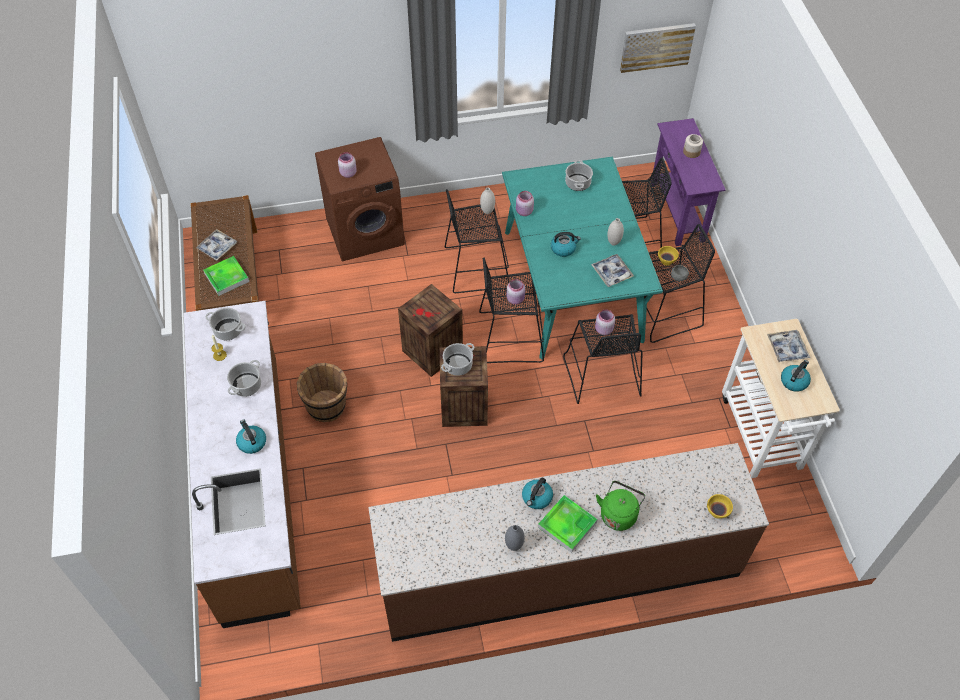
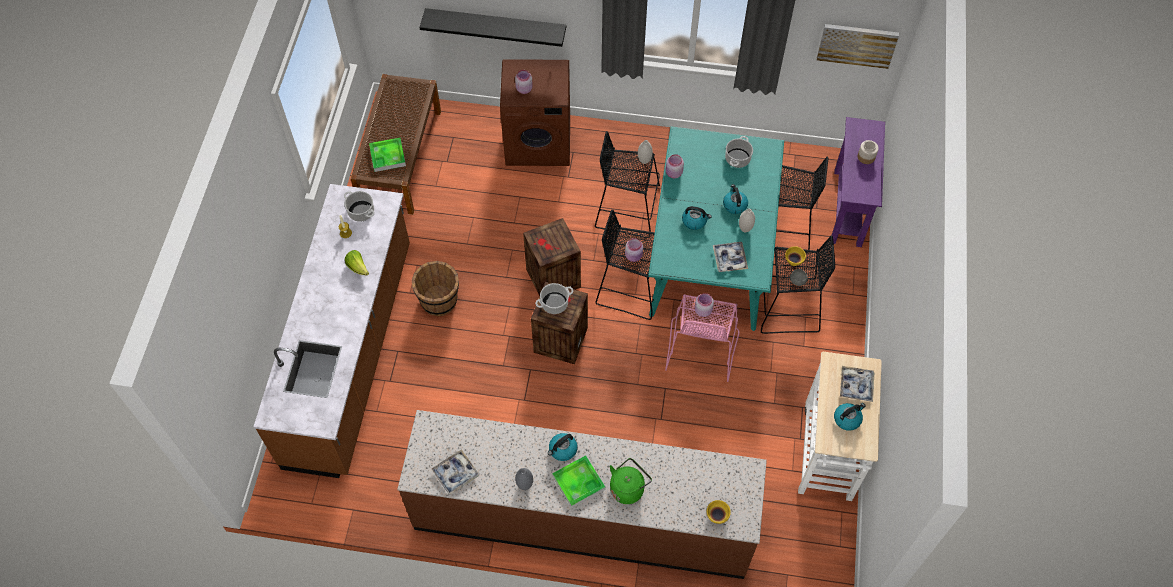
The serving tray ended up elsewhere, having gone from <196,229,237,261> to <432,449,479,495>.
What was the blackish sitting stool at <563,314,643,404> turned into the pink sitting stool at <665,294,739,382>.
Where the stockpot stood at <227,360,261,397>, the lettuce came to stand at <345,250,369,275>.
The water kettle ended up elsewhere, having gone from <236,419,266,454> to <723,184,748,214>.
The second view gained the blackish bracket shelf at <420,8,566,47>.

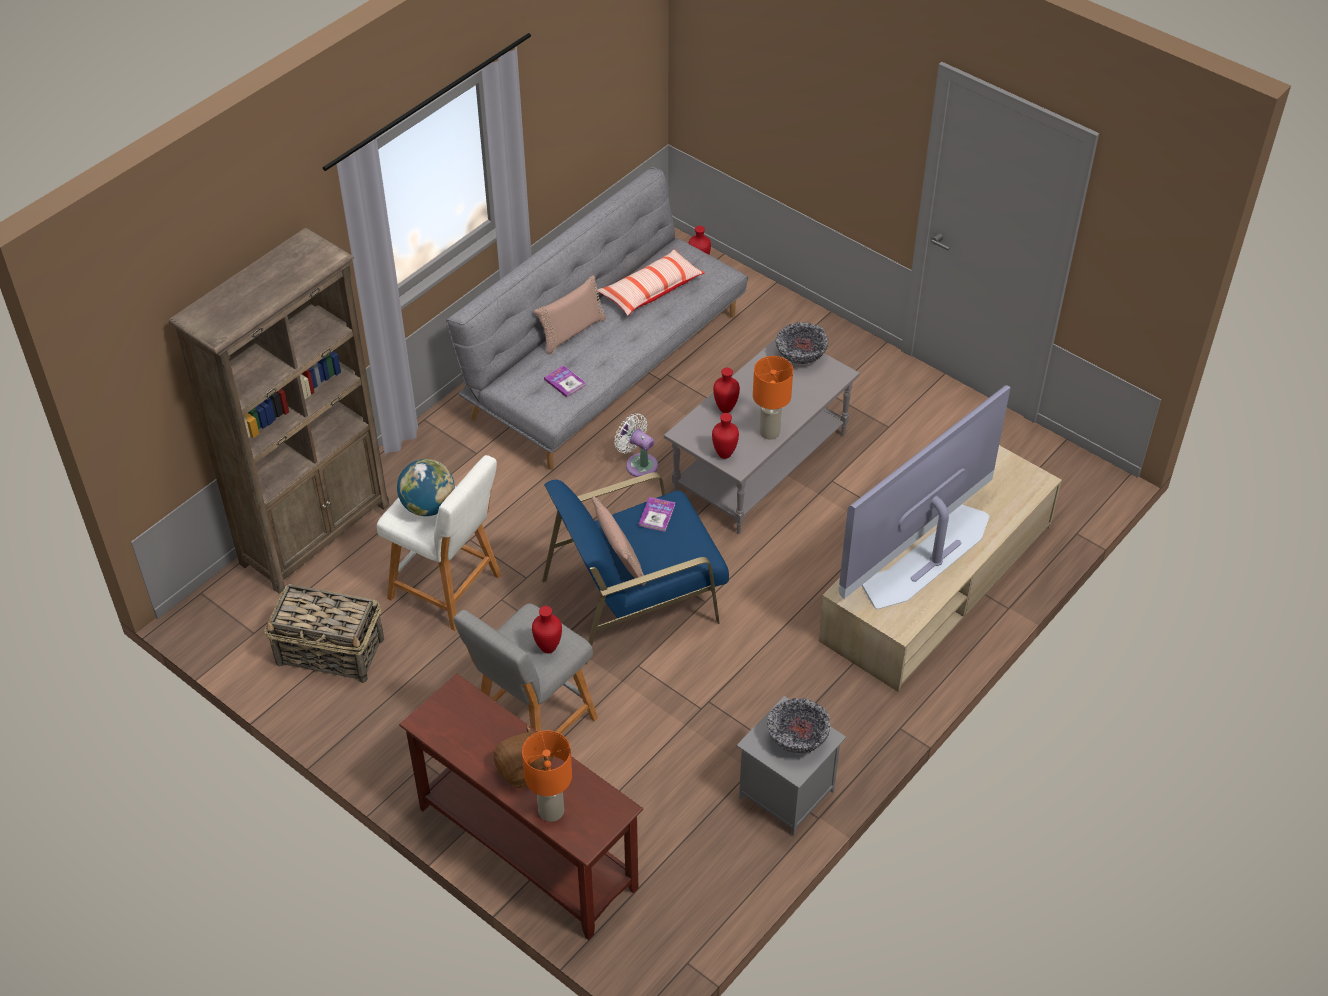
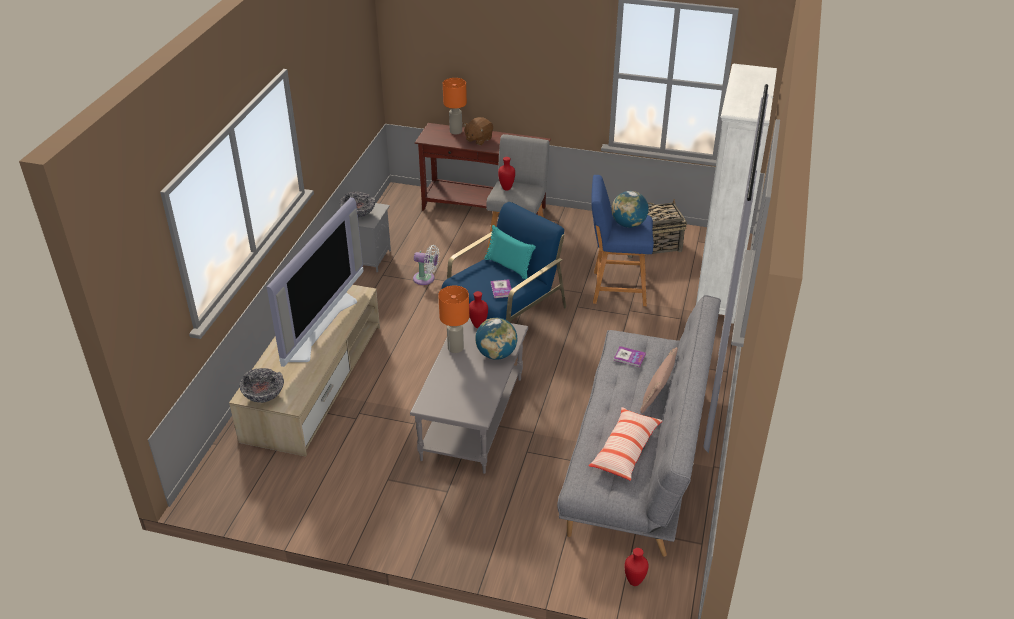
What was the brown bookshelf at <169,228,390,594> turned into the white bookshelf at <696,64,777,324>.
The deep dish ended up elsewhere, having gone from <775,322,828,364> to <239,368,284,403>.
Where the reddish vase stood at <713,368,740,413>, the world globe came to stand at <475,318,517,360>.
The white cooling fan ended up elsewhere, having gone from <614,413,658,477> to <413,245,439,285>.
What was the white sitting stool at <377,455,501,631> turned into the blue-coloured sitting stool at <591,175,654,306>.
What was the beige cushion at <592,496,646,586> turned into the blue-green cushion at <484,225,536,279>.

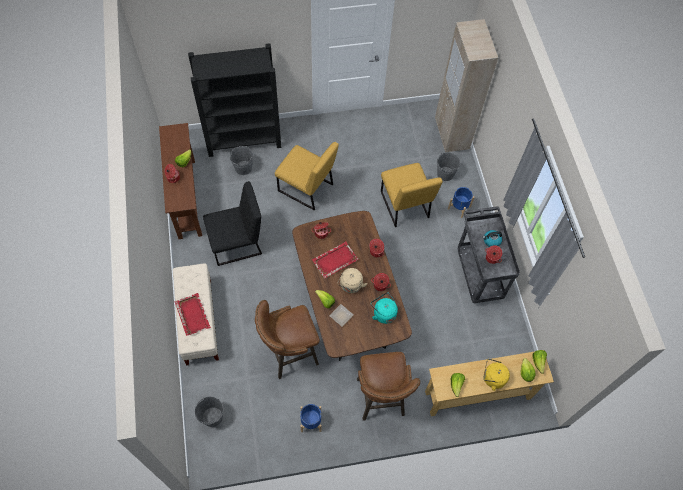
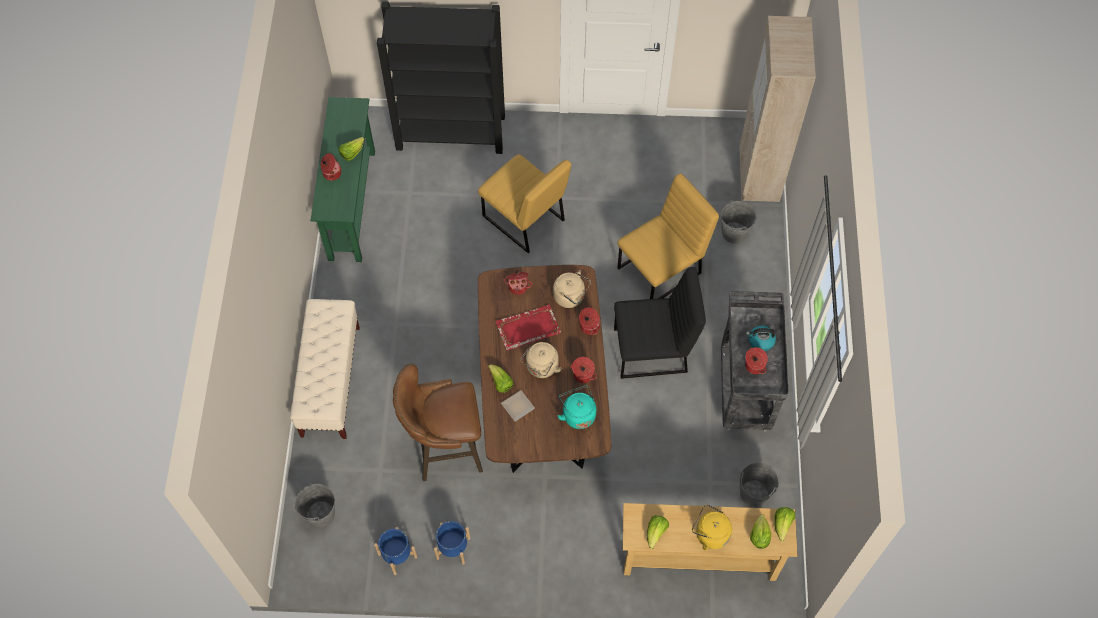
What was the brown hall table at <159,123,202,239> turned into the greenish hall table at <310,97,375,262>.
The grey water bucket ended up elsewhere, having gone from <230,146,253,175> to <739,463,779,507>.
The yellowish upright chair at <381,163,443,227> ended up facing another way, 120 degrees counterclockwise from before.
The blackish upright chair ended up elsewhere, having gone from <203,181,262,266> to <614,267,706,379>.
The blue-coloured plant pot ended up elsewhere, having gone from <448,187,475,218> to <374,527,417,575>.
The second view lost the reddish serving tray at <174,293,211,336>.
The second view lost the brown sitting stool at <357,352,420,421>.
The second view gained the beige water kettle at <553,270,591,308>.

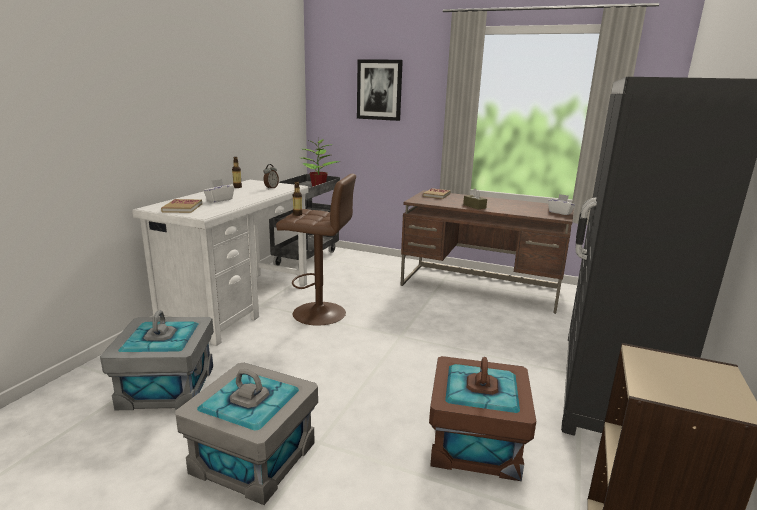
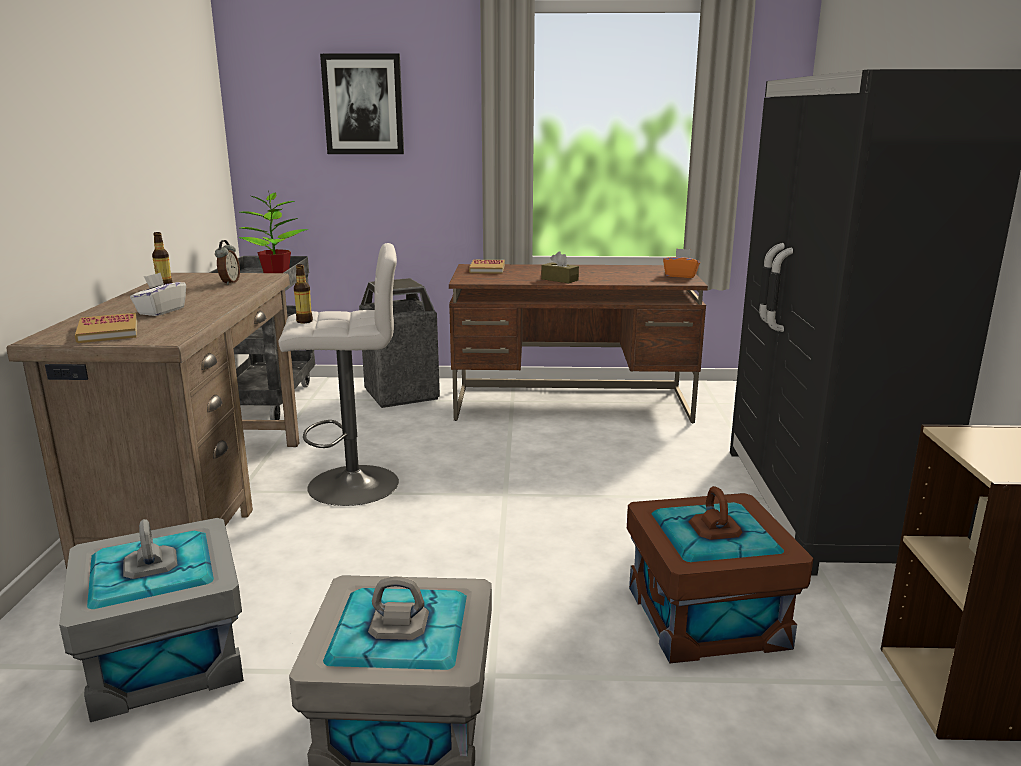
What was the brown sitting stool at <276,174,356,326> turned into the white sitting stool at <278,243,399,506>.
What was the white desk at <132,180,308,346> turned into the brown desk at <7,273,299,569>.
What was the white tissue holder at <548,194,576,215> turned into the orange tissue holder at <663,248,700,278>.
The second view gained the rubbish bin at <359,278,440,408>.

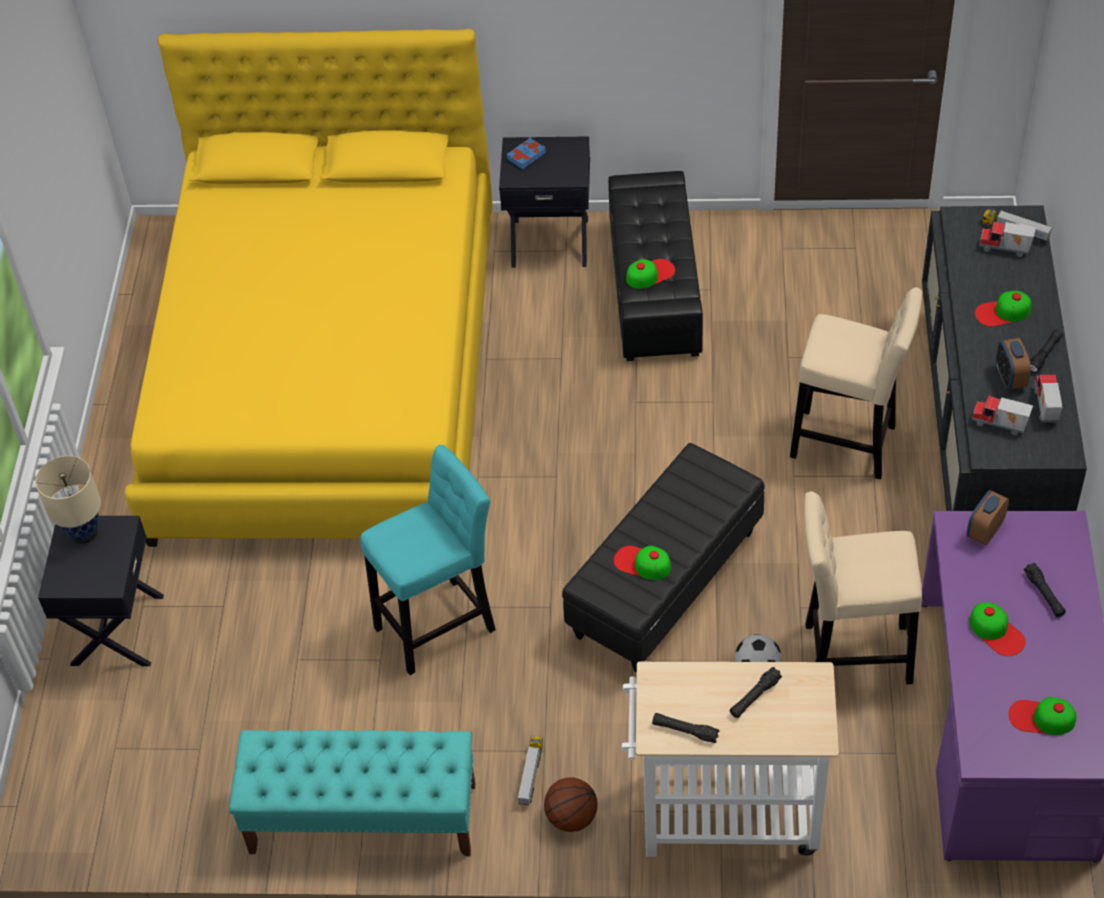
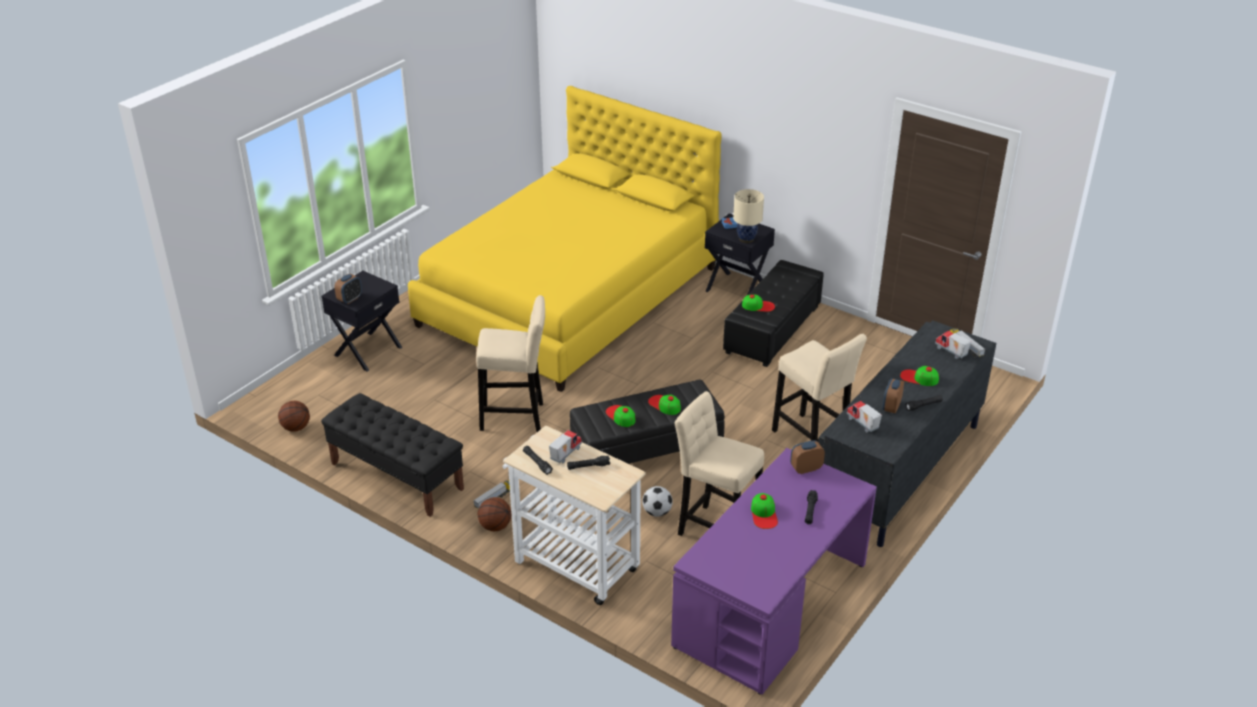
The toy truck ended up elsewhere, having gone from <1033,375,1062,422> to <549,430,582,463>.
What was the blue-green sitting stool at <360,445,496,675> turned into the beige sitting stool at <476,295,545,432>.
The beige table lamp ended up elsewhere, having gone from <35,456,101,544> to <733,189,764,243>.
The baseball cap ended up elsewhere, having gone from <1008,697,1076,735> to <648,395,681,415>.
What was the blue-green bench at <229,730,475,856> turned into the blackish bench at <321,393,464,517>.
The second view gained the table clock at <334,274,362,304>.
The second view gained the ball for basketball at <278,401,310,432>.

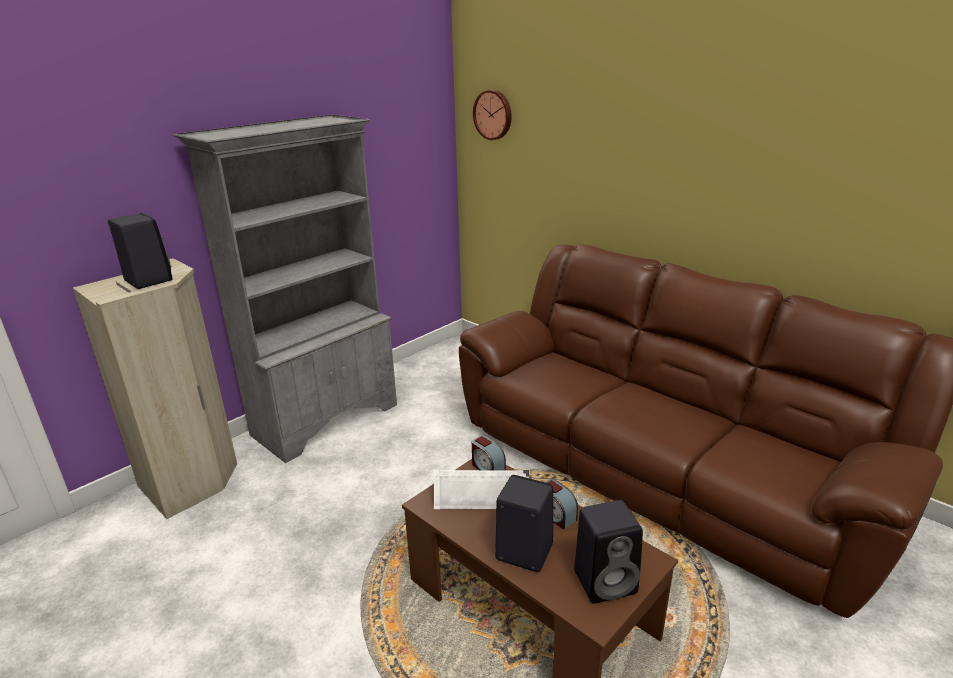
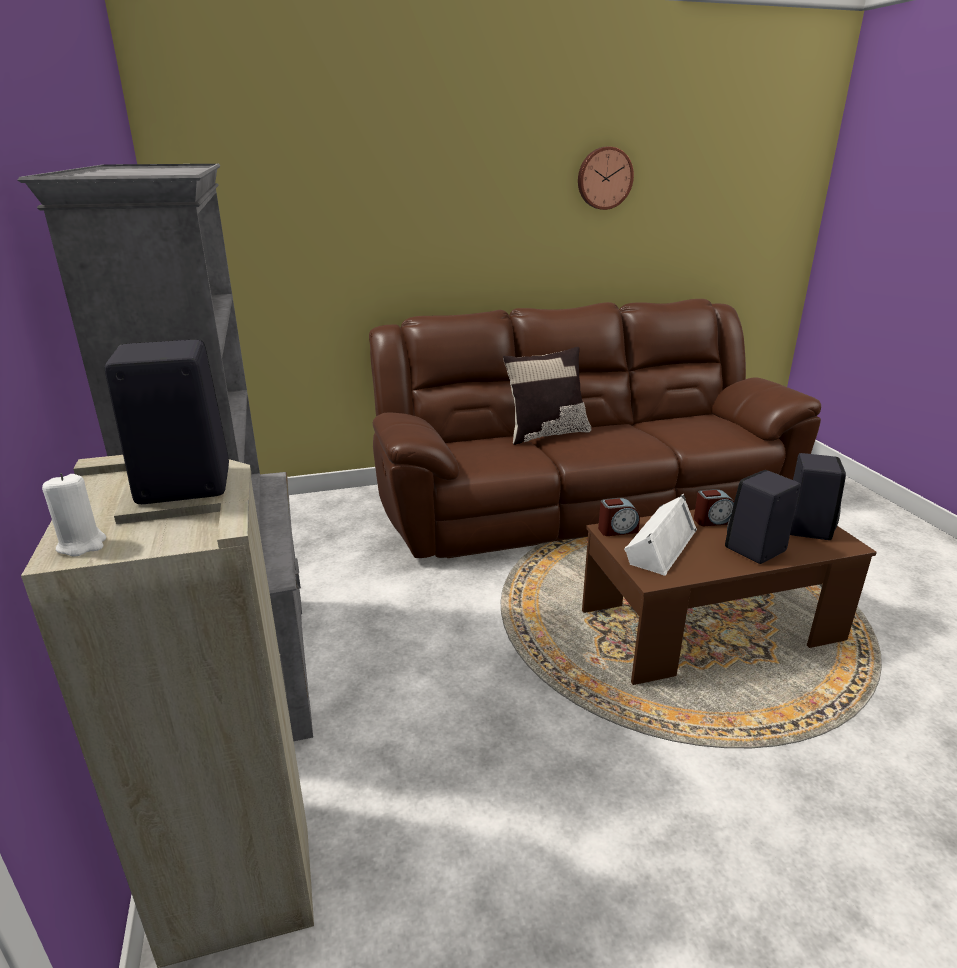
The hanging clock ended up elsewhere, having gone from <473,90,512,140> to <578,147,634,210>.
The second view gained the cushion at <503,347,591,445>.
The second view gained the white candle at <42,473,106,557>.

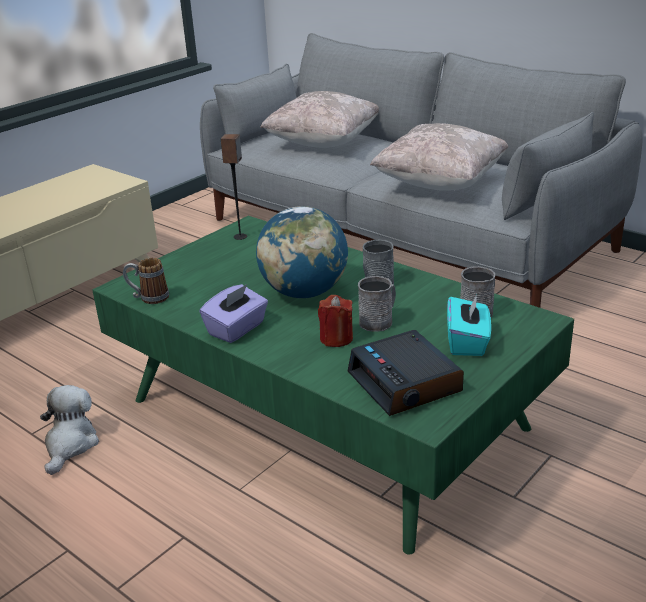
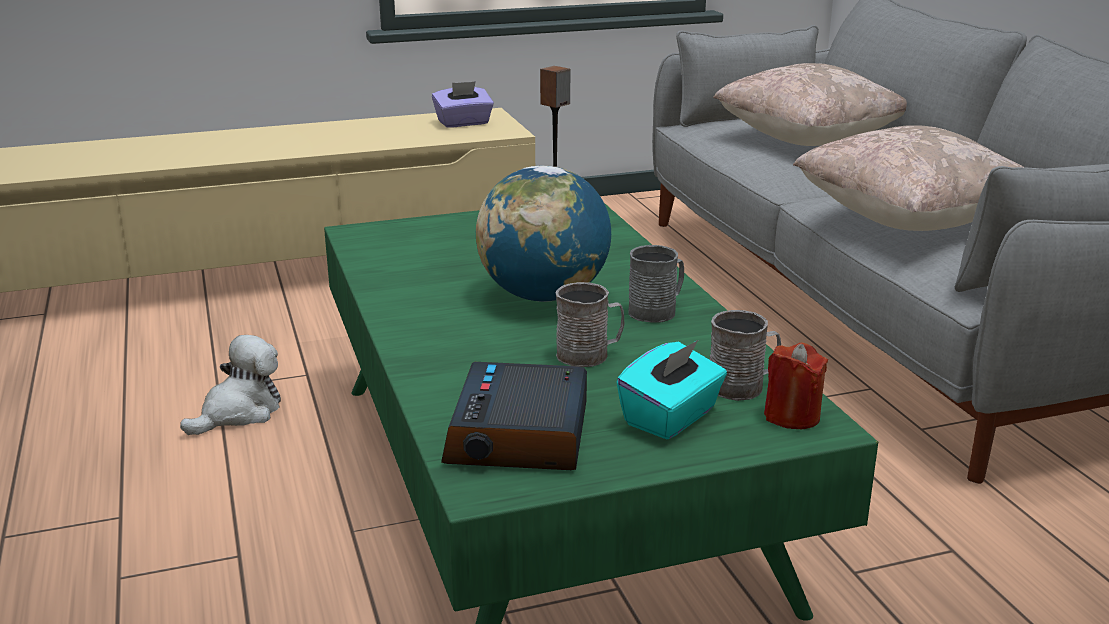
The second view lost the tea mug at <123,258,169,304>.
The purple tissue holder ended up elsewhere, having gone from <199,284,268,343> to <432,81,494,128>.
The reddish candle ended up elsewhere, having gone from <318,295,353,347> to <764,343,828,429>.

